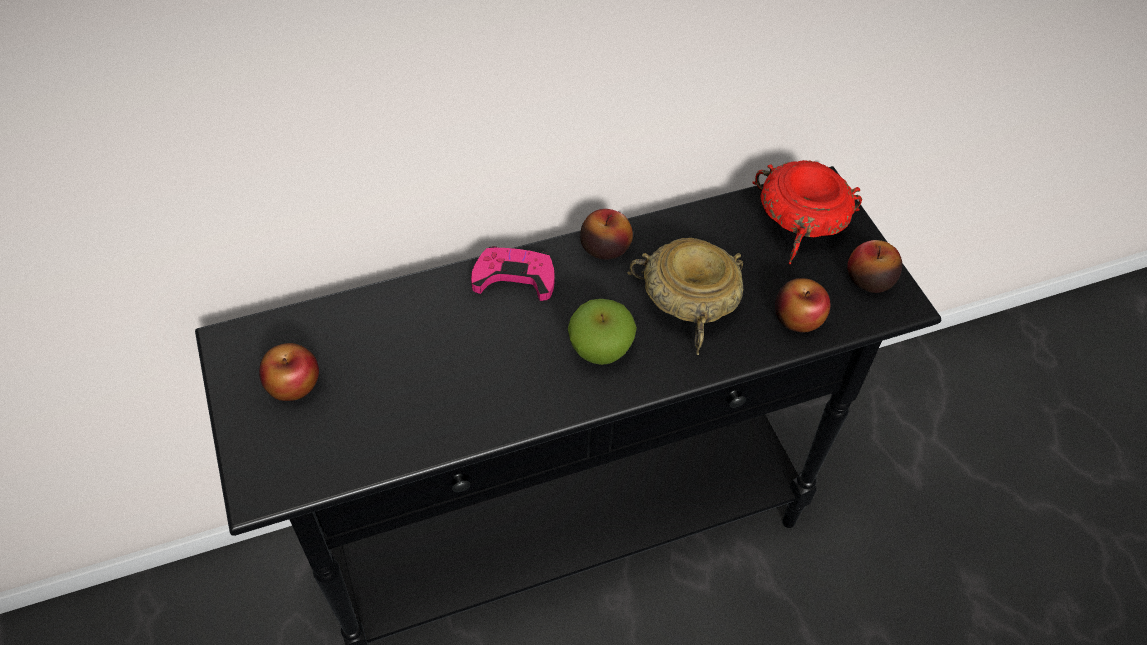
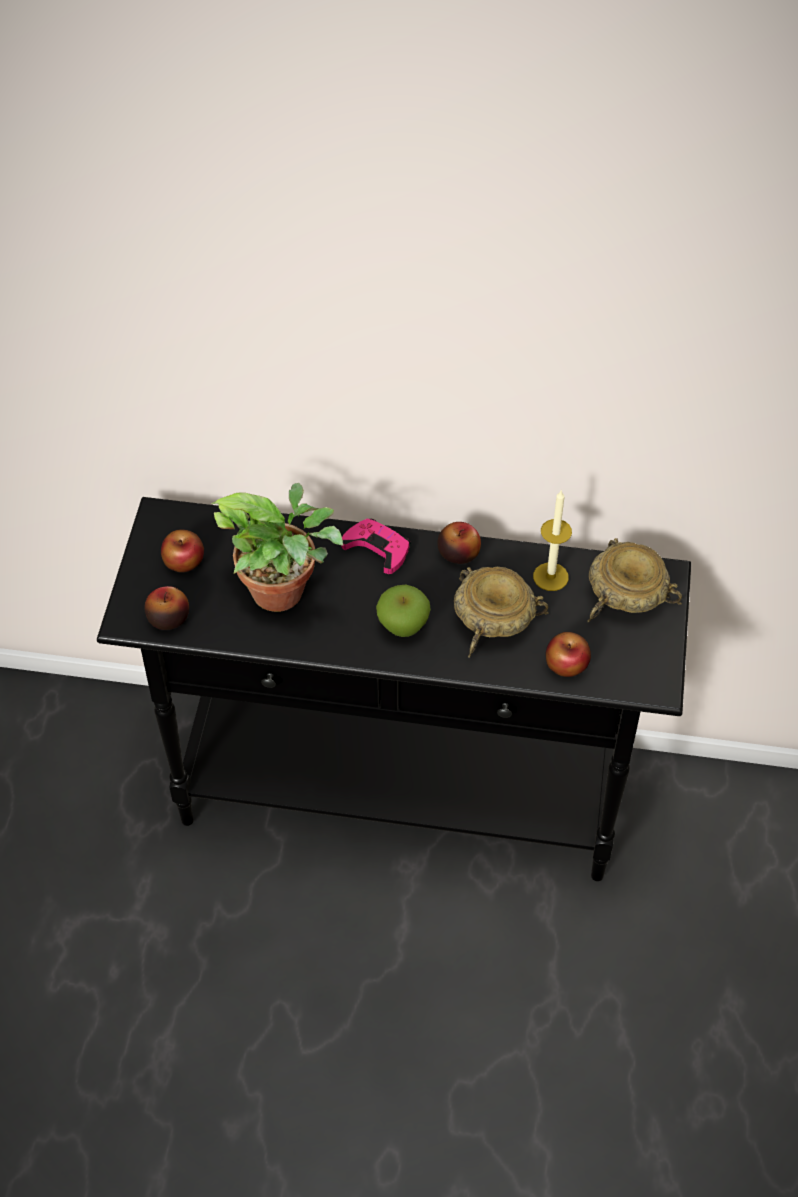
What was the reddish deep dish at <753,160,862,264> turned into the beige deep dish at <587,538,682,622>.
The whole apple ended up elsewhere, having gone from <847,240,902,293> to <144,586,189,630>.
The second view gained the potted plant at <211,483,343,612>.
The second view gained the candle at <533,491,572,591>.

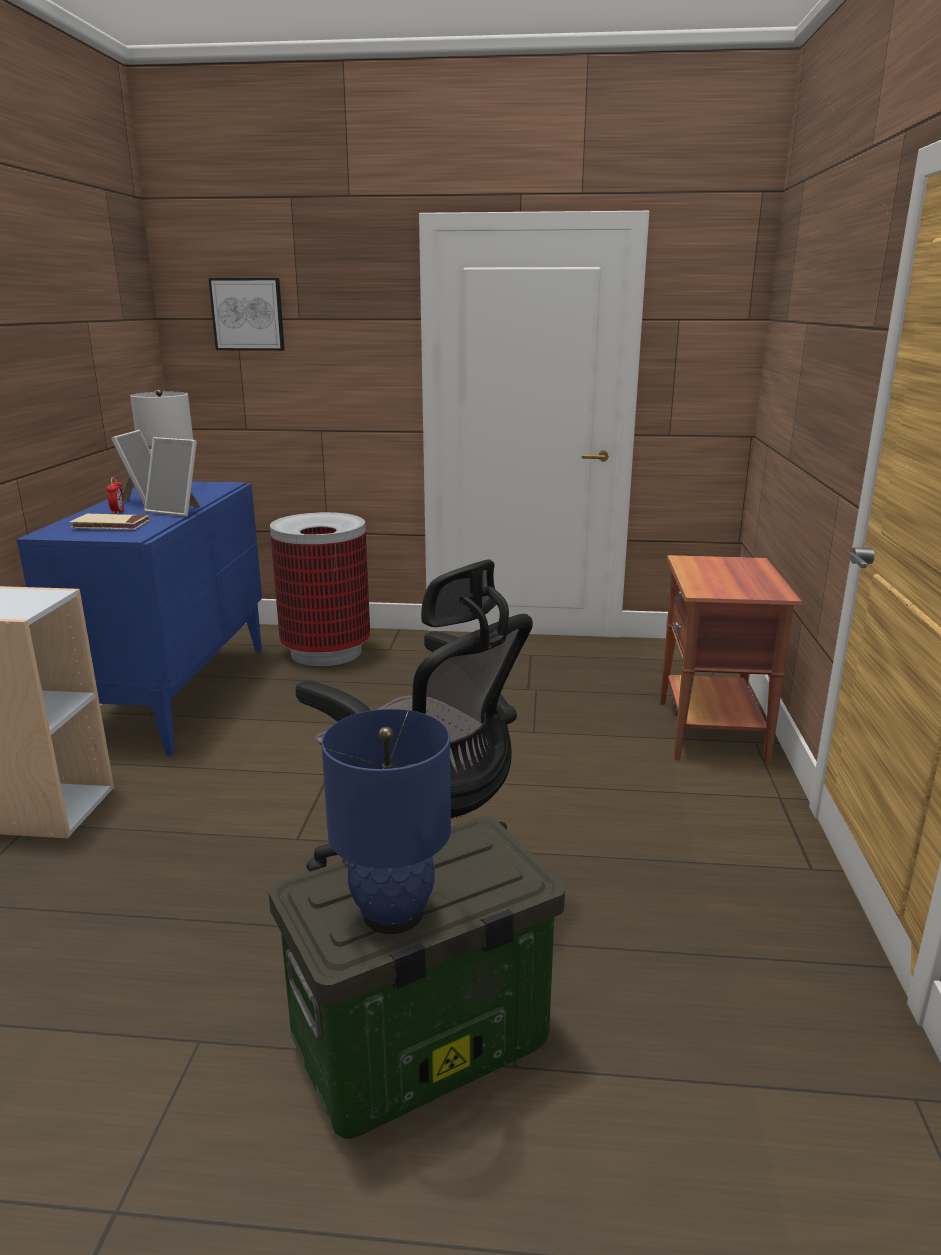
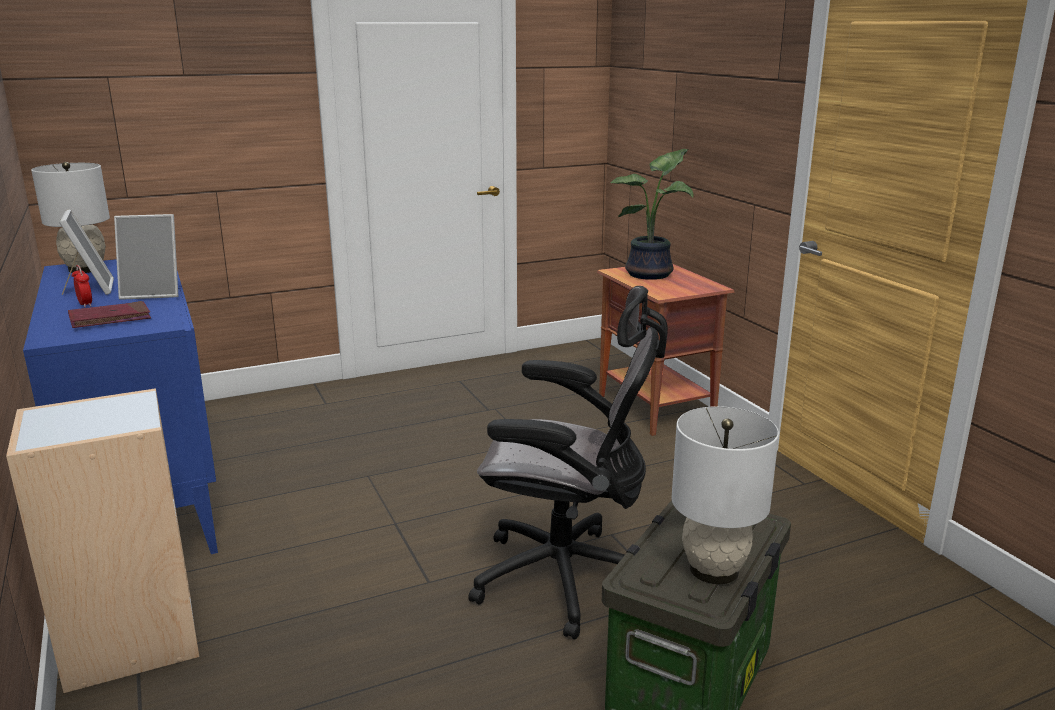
The second view lost the wall art at <208,278,285,351>.
The second view lost the rubbish bin at <270,512,370,666>.
What was the beige bound book at <70,514,149,530> turned into the reddish bound book at <68,301,151,328>.
What was the blue-coloured table lamp at <321,709,451,934> turned into the white table lamp at <672,406,779,584>.
The second view gained the potted plant at <611,149,694,280>.

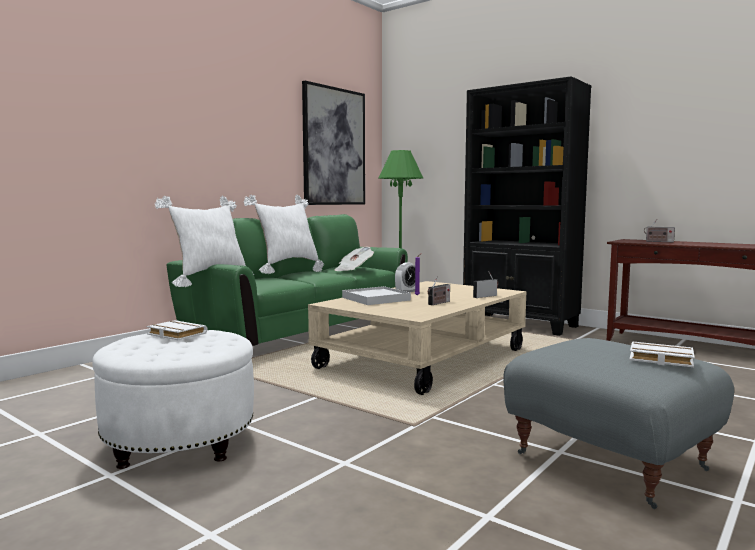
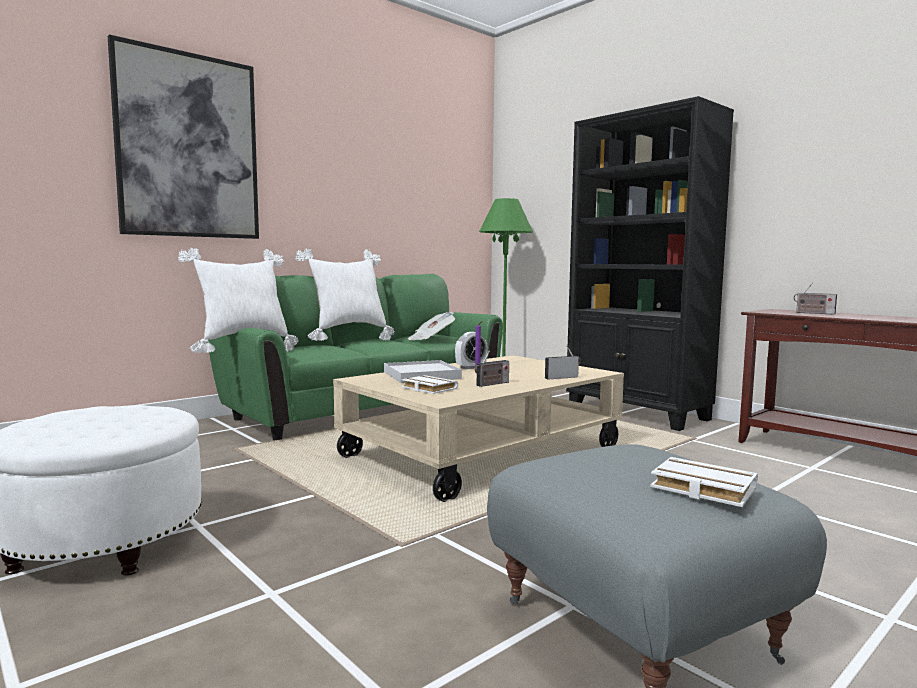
The wall art ended up elsewhere, having gone from <302,81,365,205> to <108,34,259,239>.
The white bound book ended up elsewhere, having gone from <146,320,208,340> to <401,375,458,394>.

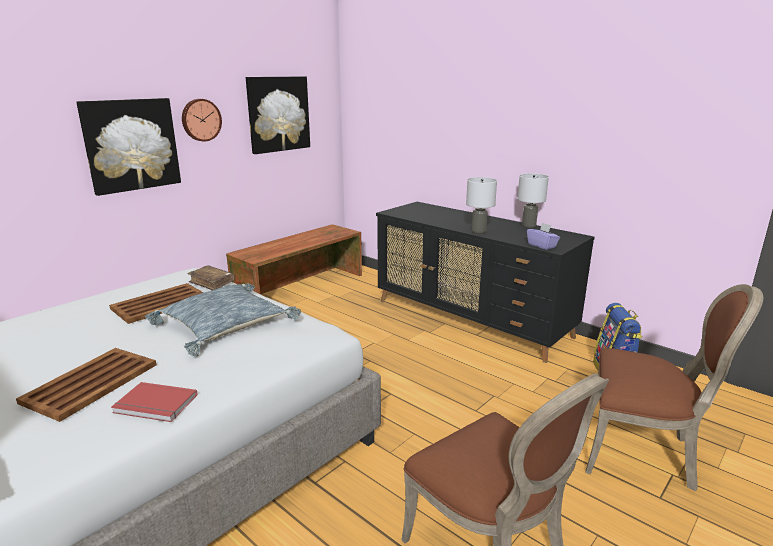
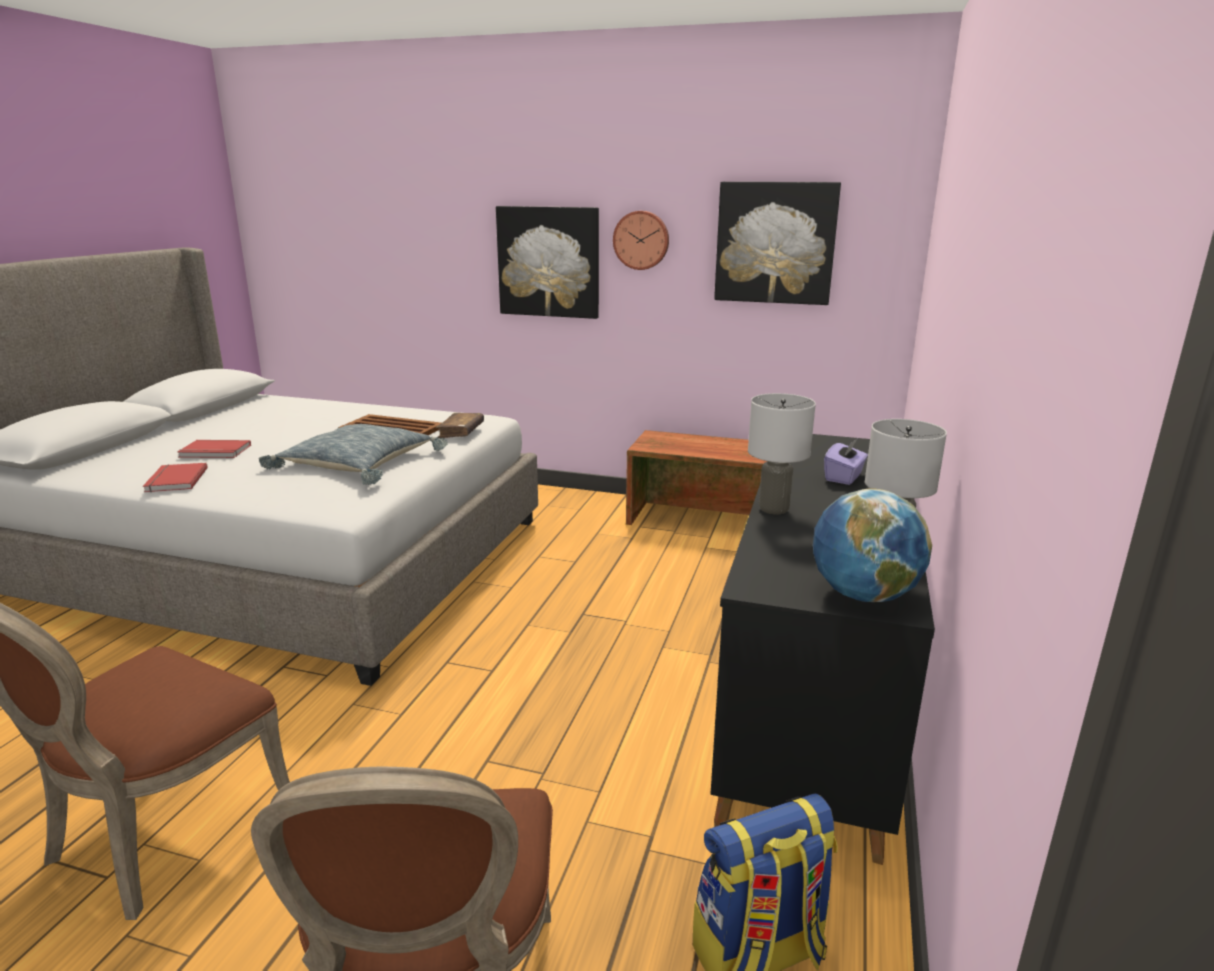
The purple tissue holder ended up elsewhere, having gone from <527,223,560,250> to <824,438,868,485>.
Where the brown serving tray stood at <16,348,156,422>, the reddish bound book came to stand at <178,440,251,458>.
The second view gained the world globe at <813,489,932,602>.

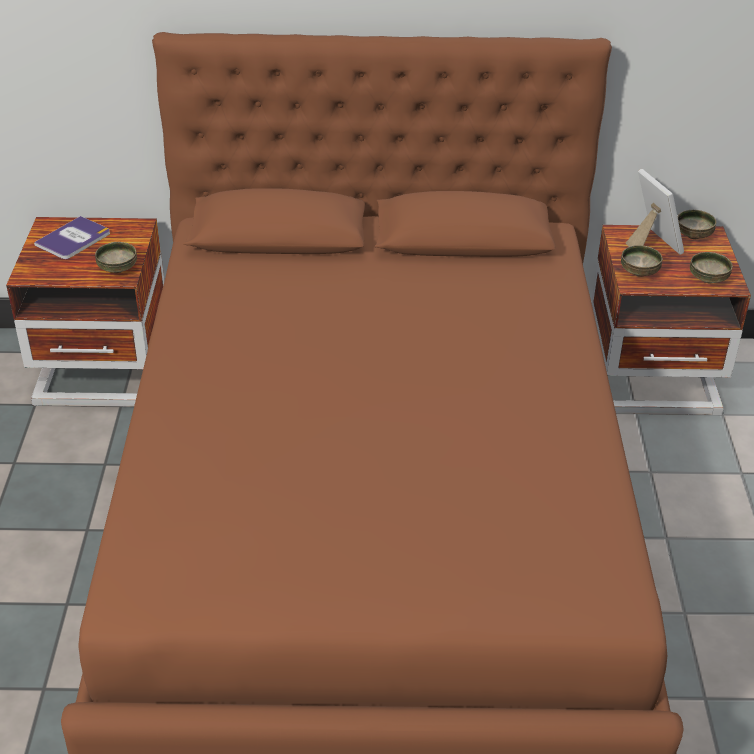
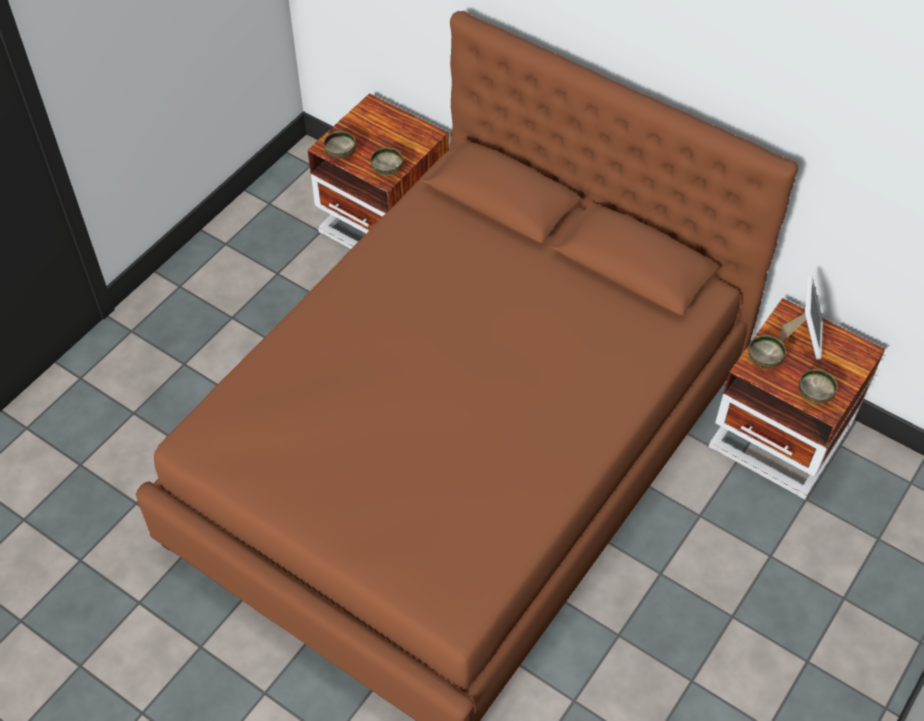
The deep dish ended up elsewhere, having gone from <677,210,716,239> to <323,131,356,159>.
The second view lost the bound book at <34,216,110,259>.

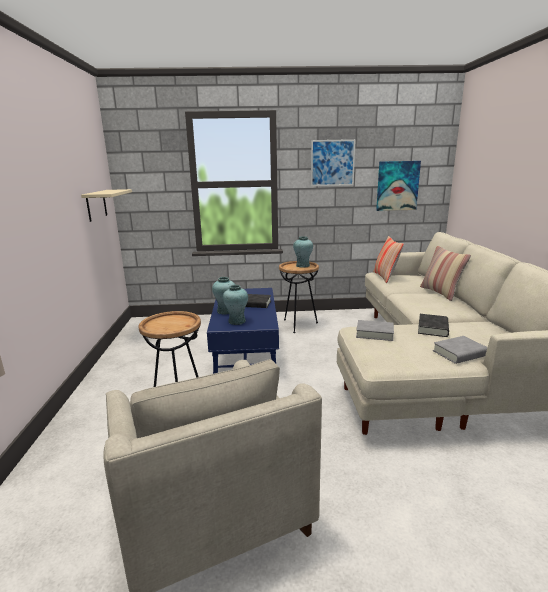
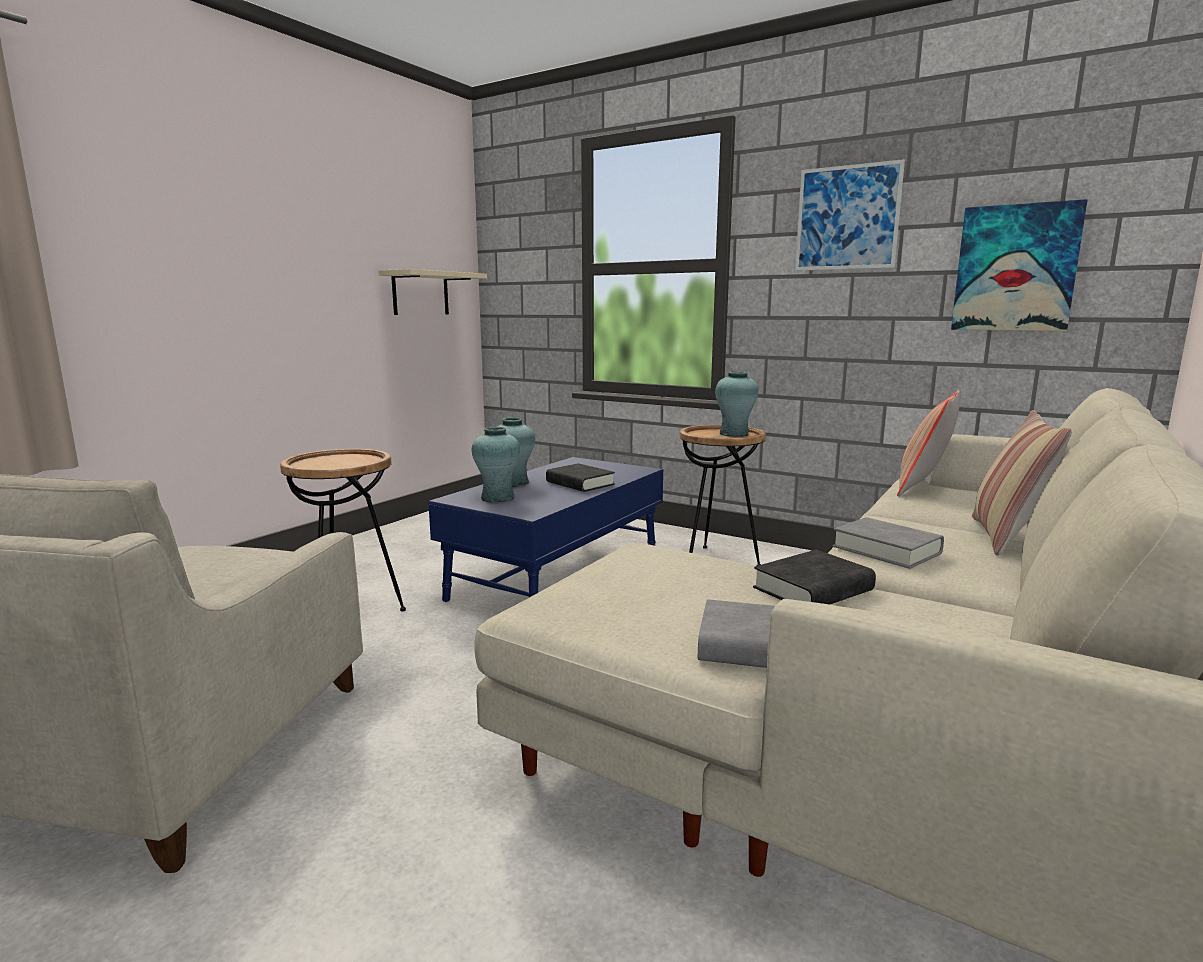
The grey bound book ended up elsewhere, having gone from <356,320,394,341> to <832,517,944,569>.

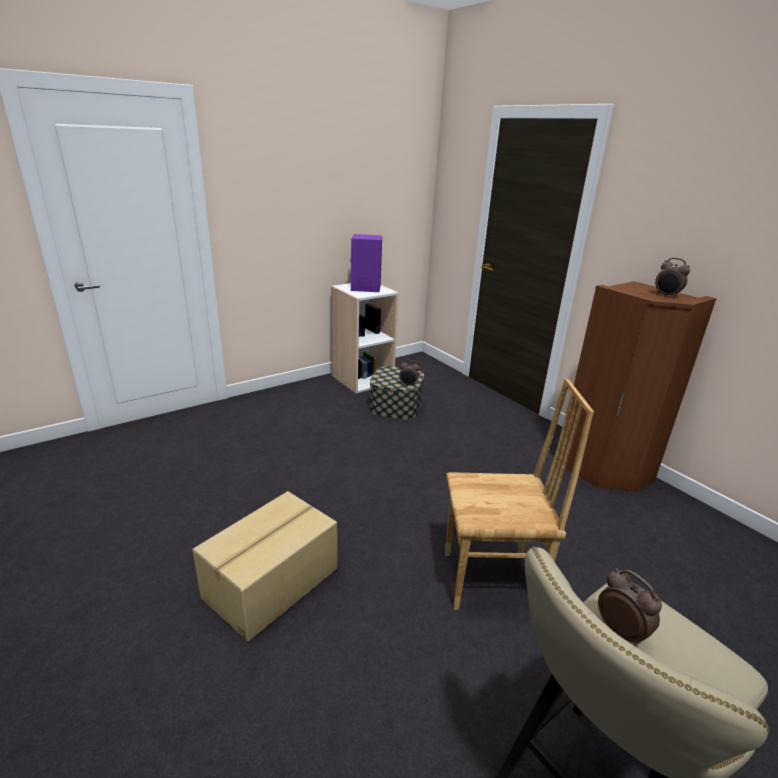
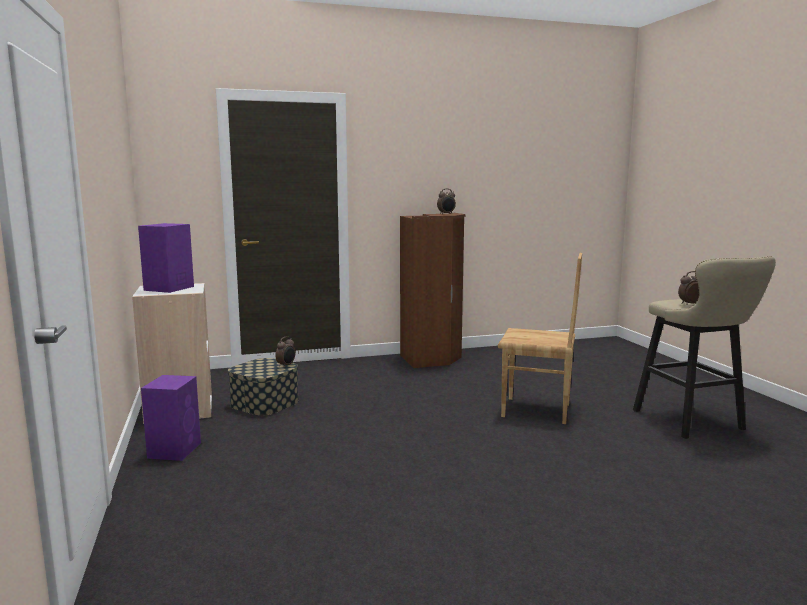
The brown upright chair at <445,378,594,610> ended up facing another way, 90 degrees clockwise from before.
The second view lost the packing box at <192,491,337,641>.
The second view gained the purple loudspeaker at <141,375,201,461>.

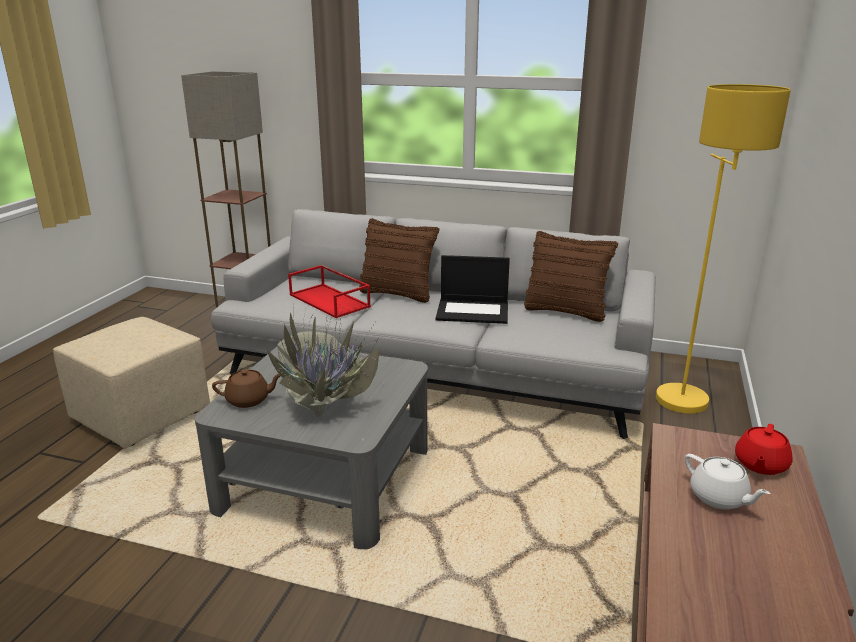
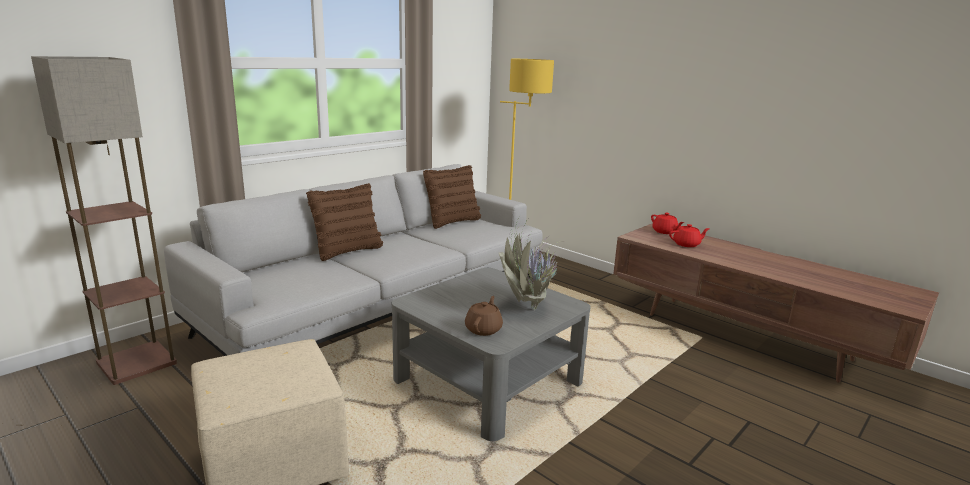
The second view lost the laptop at <436,255,510,324>.
The second view lost the reddish serving tray at <288,265,371,318>.
What was the white teapot at <685,454,770,510> turned into the reddish teapot at <669,224,710,247>.

